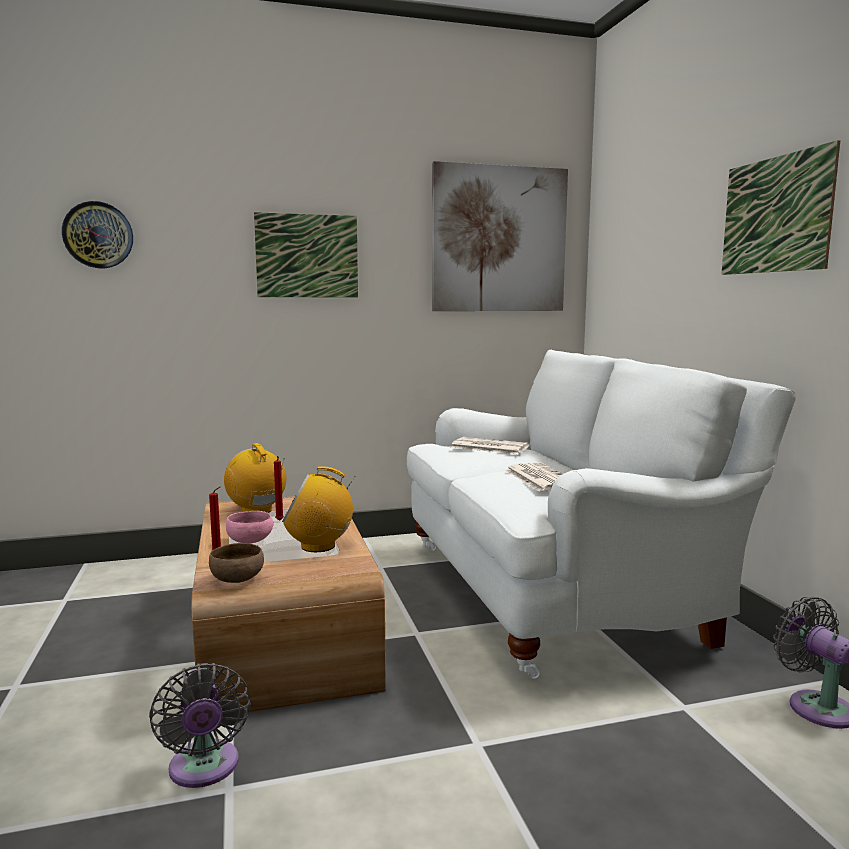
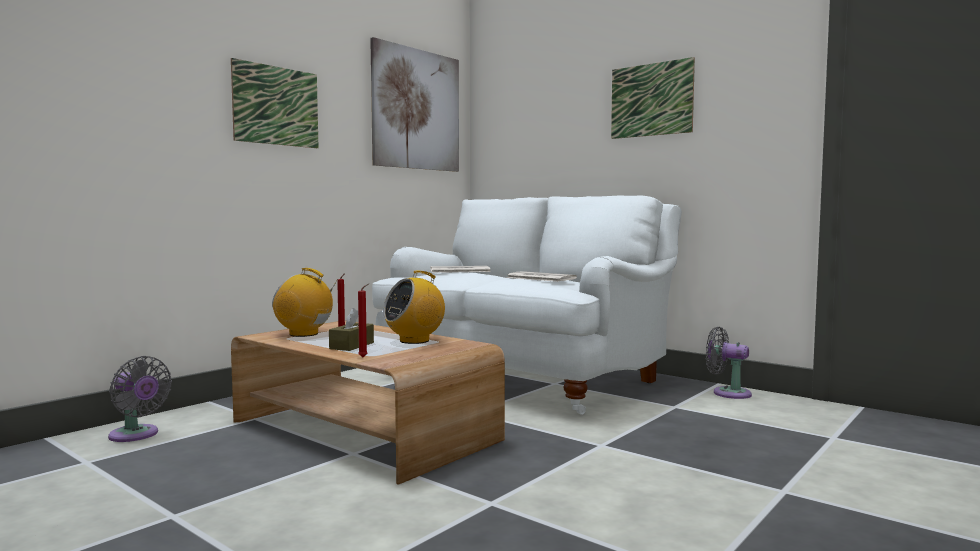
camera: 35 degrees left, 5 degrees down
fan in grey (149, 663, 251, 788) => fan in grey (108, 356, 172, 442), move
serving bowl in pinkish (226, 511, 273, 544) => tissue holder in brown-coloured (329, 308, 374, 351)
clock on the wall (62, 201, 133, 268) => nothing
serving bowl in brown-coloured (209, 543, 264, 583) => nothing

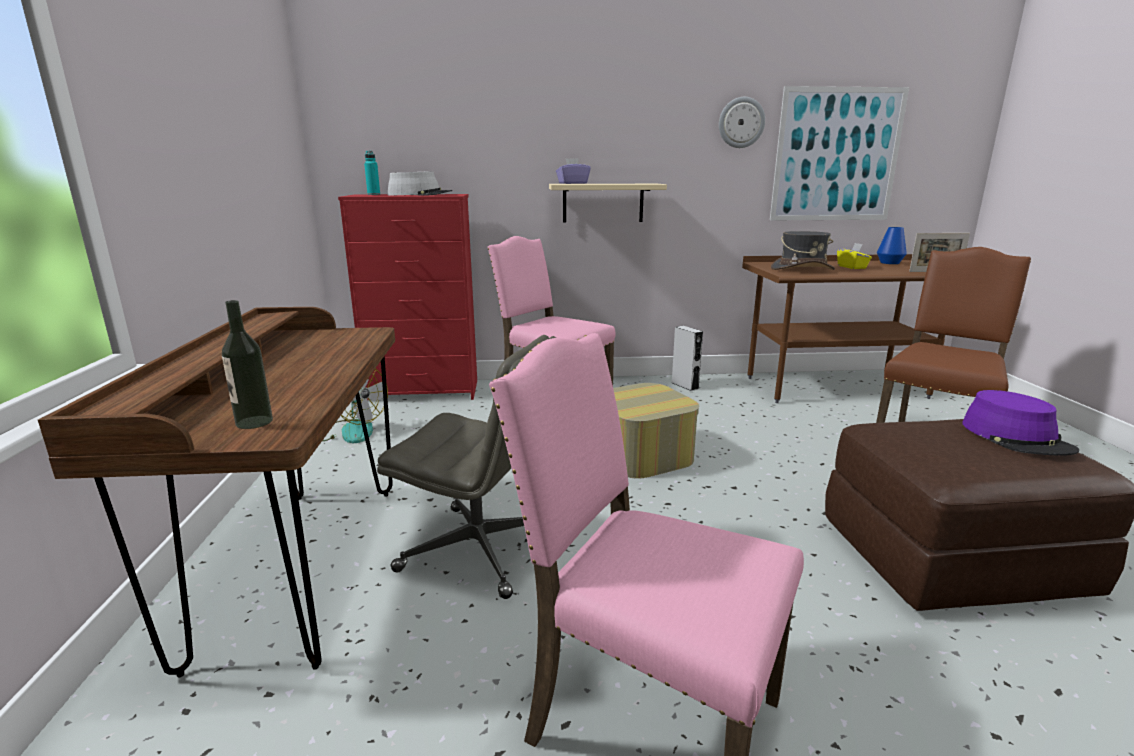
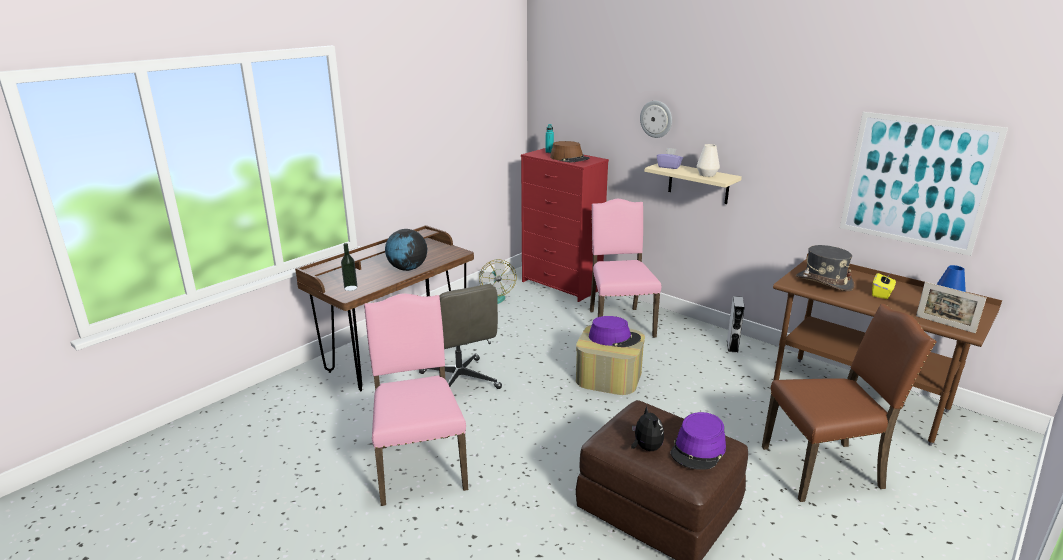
camera: 45 degrees right, 5 degrees up
nothing => desk globe (385, 229, 427, 271)
hat in grey (388, 171, 452, 196) => hat in brown-coloured (550, 141, 590, 162)
nothing => hat in purplish (589, 316, 641, 347)
nothing => plush toy (631, 406, 664, 451)
clock on the wall (719, 97, 765, 148) => clock on the wall (640, 101, 672, 138), move
nothing => decorative vase in white (696, 144, 720, 177)

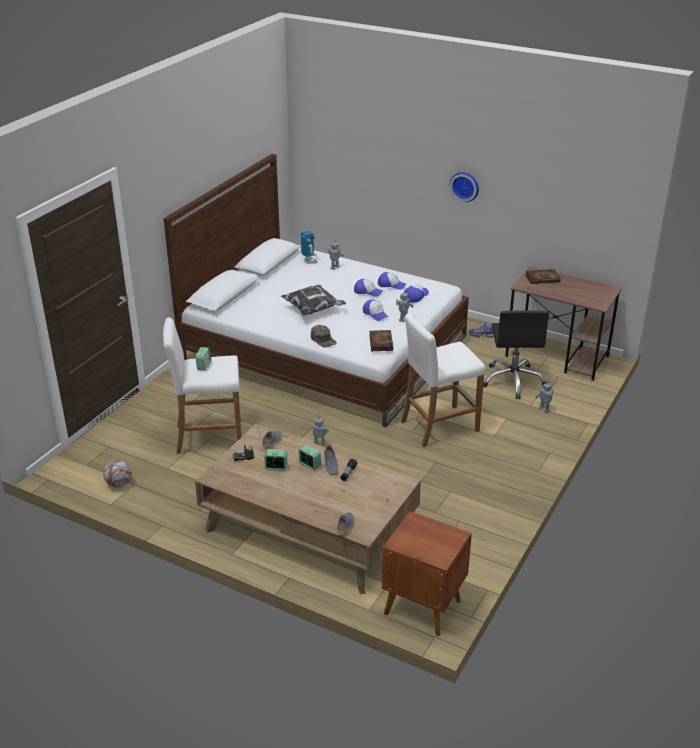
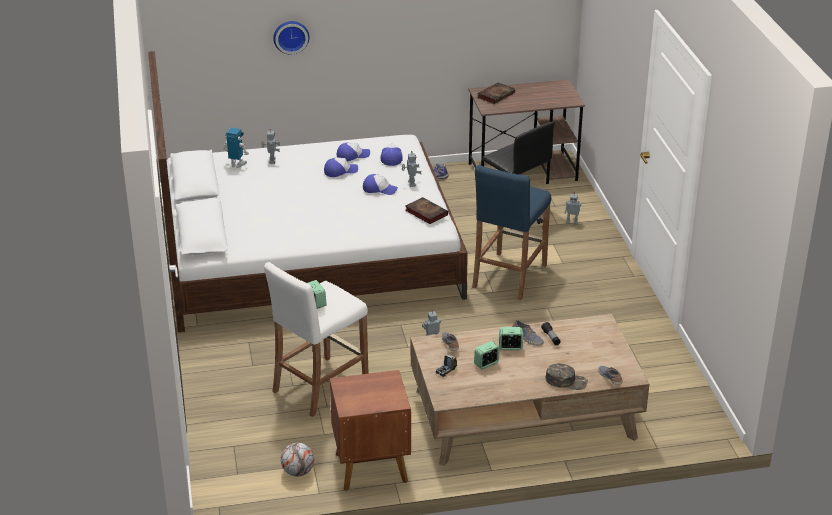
camera: 40 degrees left, 0 degrees up
clock on the wall (450, 172, 479, 202) => clock on the wall (273, 21, 309, 54), move
bedside table in brown-coloured (382, 511, 472, 636) => bedside table in brown-coloured (330, 370, 411, 491), move
stool in white (401, 313, 485, 447) => stool in bluish (472, 165, 551, 300)
cap in green-coloured (311, 325, 337, 347) => cap in green-coloured (546, 363, 588, 390), move
throw pillow (281, 285, 346, 316) => nothing

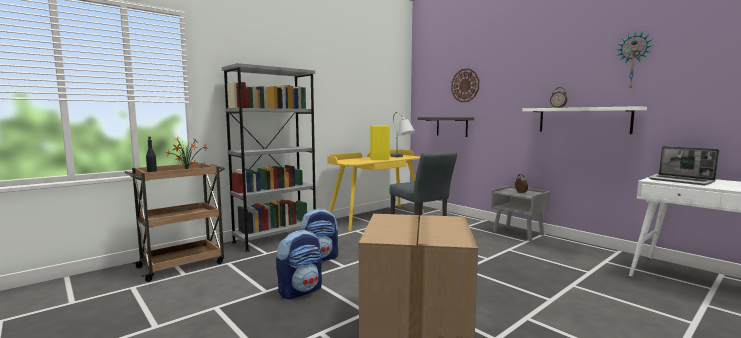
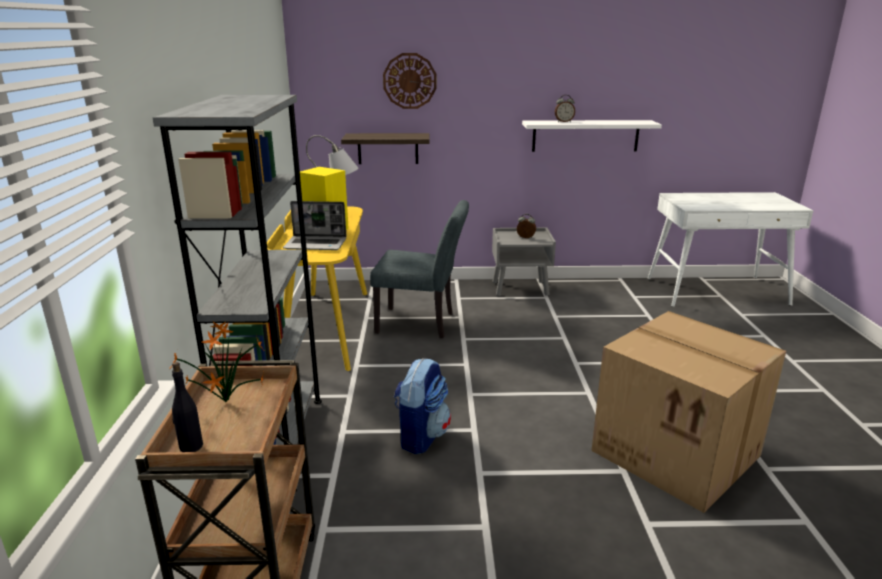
camera: 50 degrees left, 15 degrees up
portable computer (648, 146, 719, 185) => portable computer (283, 201, 347, 250), move
rucksack (276, 230, 322, 299) => nothing
clock on the wall (617, 32, 653, 89) => nothing

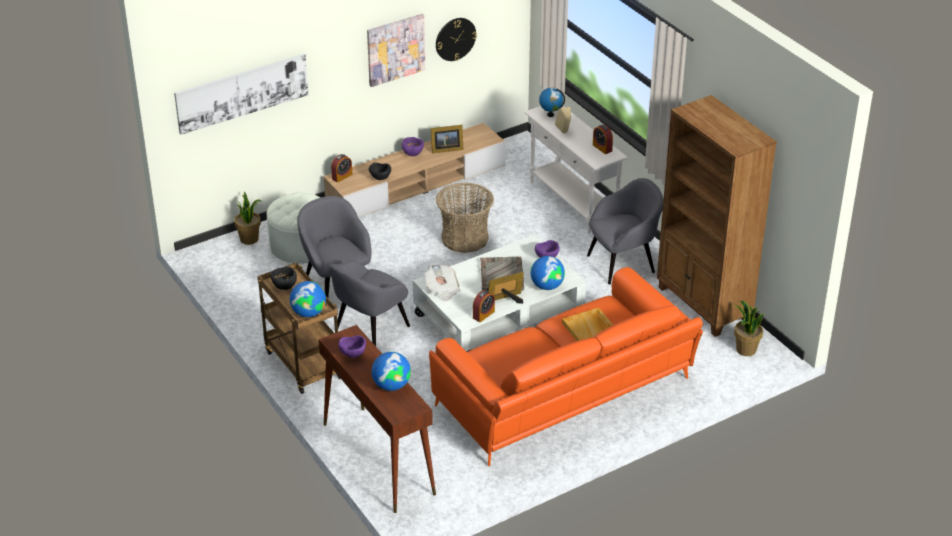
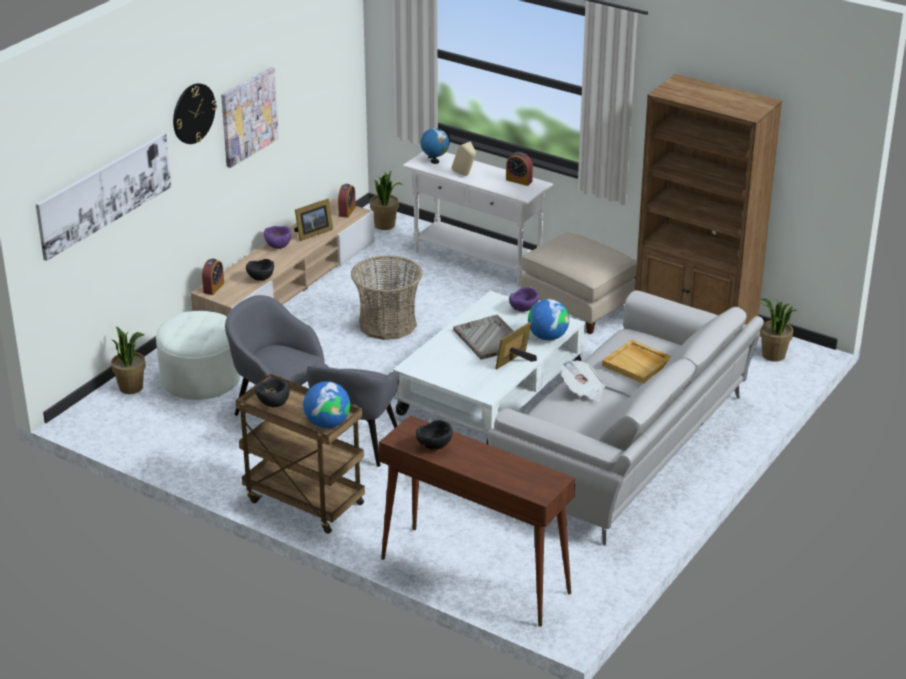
camera: 25 degrees left, 5 degrees down
clock on the wall (436, 18, 477, 61) => clock on the wall (173, 83, 217, 144), move
bedside clock (473, 290, 495, 322) => bedside clock (338, 184, 356, 218), move
nothing => potted plant (370, 170, 403, 230)
serving bowl in purplish (338, 335, 366, 358) => serving bowl in blackish (416, 420, 453, 450)
settee in orange (429, 267, 703, 466) => settee in grey (487, 290, 764, 545)
lounge chair in grey (587, 178, 663, 284) => pouffe in beige (520, 232, 637, 334)
newspaper (425, 263, 460, 301) => newspaper (561, 360, 605, 402), move
desk globe (372, 352, 411, 391) => nothing

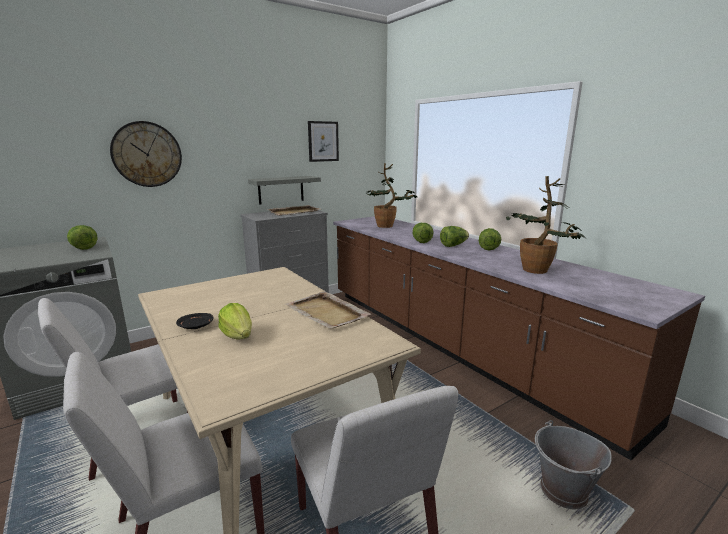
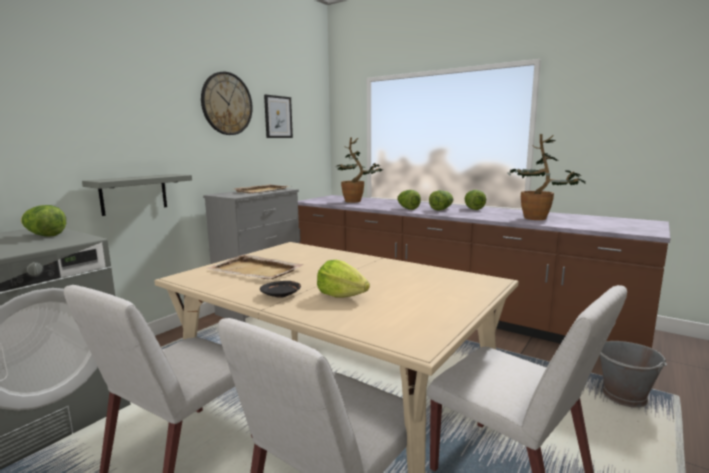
camera: 20 degrees left, 5 degrees down
bracket shelf in grey (248, 176, 321, 205) => bracket shelf in grey (82, 174, 192, 216), move
clock on the wall (110, 121, 182, 187) => clock on the wall (201, 72, 253, 135), move
serving tray in beige (285, 291, 371, 329) => serving tray in beige (206, 254, 304, 279), move

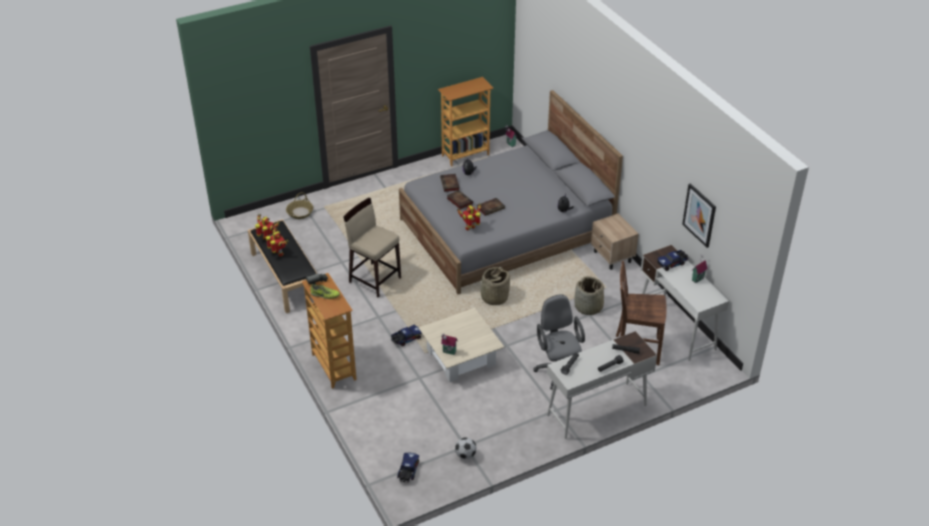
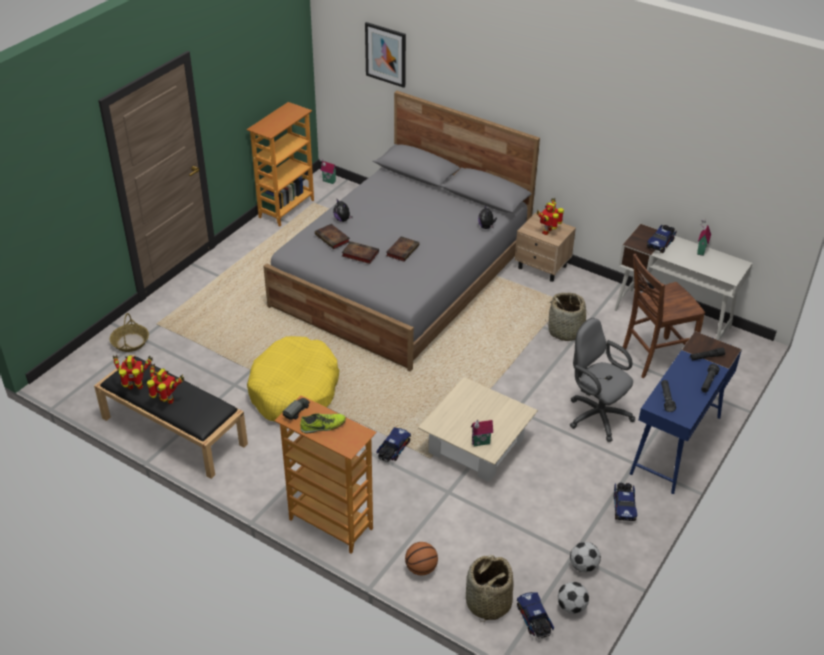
camera: 30 degrees left, 0 degrees up
stool in beige (344, 198, 401, 298) => dog cushion in yellow-coloured (247, 336, 339, 421)
wall picture (682, 183, 716, 248) => wall picture (365, 22, 406, 88), move
nothing => basketball (405, 542, 438, 575)
household basket (479, 267, 510, 305) => household basket (466, 555, 513, 622), move
toy robot (457, 203, 482, 230) => toy robot (536, 198, 564, 235), move
nothing => football (558, 582, 589, 614)
nothing => toy truck (614, 483, 637, 521)
desk in white (547, 331, 657, 439) => desk in bluish (630, 331, 742, 494)

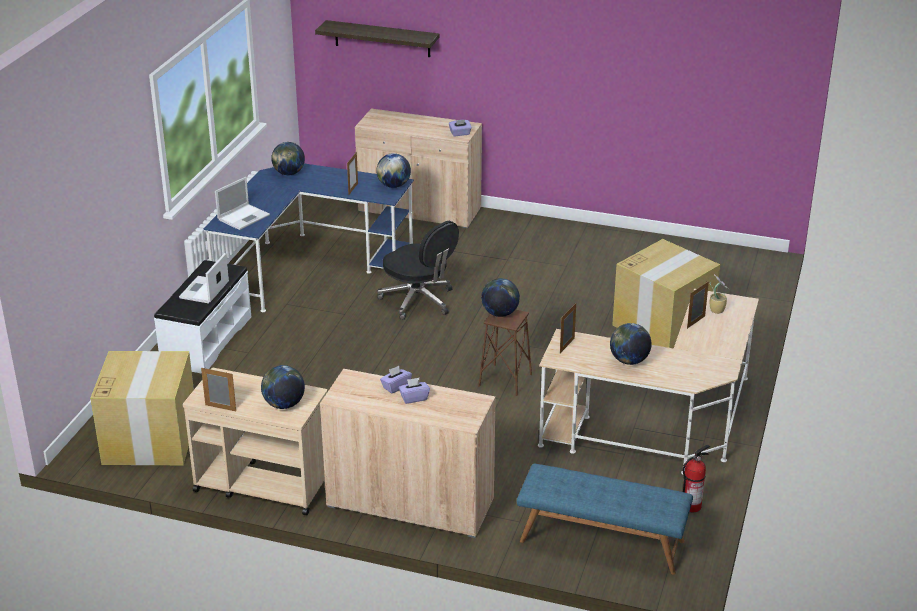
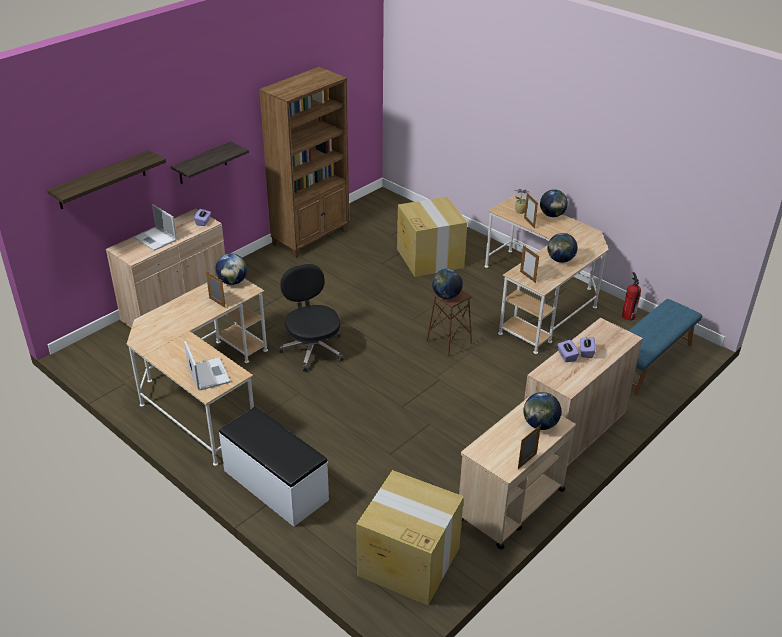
camera: 65 degrees left, 5 degrees up
desk in bluish (204, 163, 414, 312) => desk in beige (127, 277, 268, 466)
portable computer (179, 253, 229, 303) => portable computer (134, 204, 177, 251), move
nothing => bracket shelf (171, 142, 249, 184)
nothing => bookcase in brown-coloured (259, 67, 349, 258)
office chair in blackish (377, 221, 459, 320) => office chair in blackish (279, 264, 343, 371), 90 degrees counterclockwise
desk globe (271, 142, 305, 175) => desk globe (540, 190, 568, 217), move

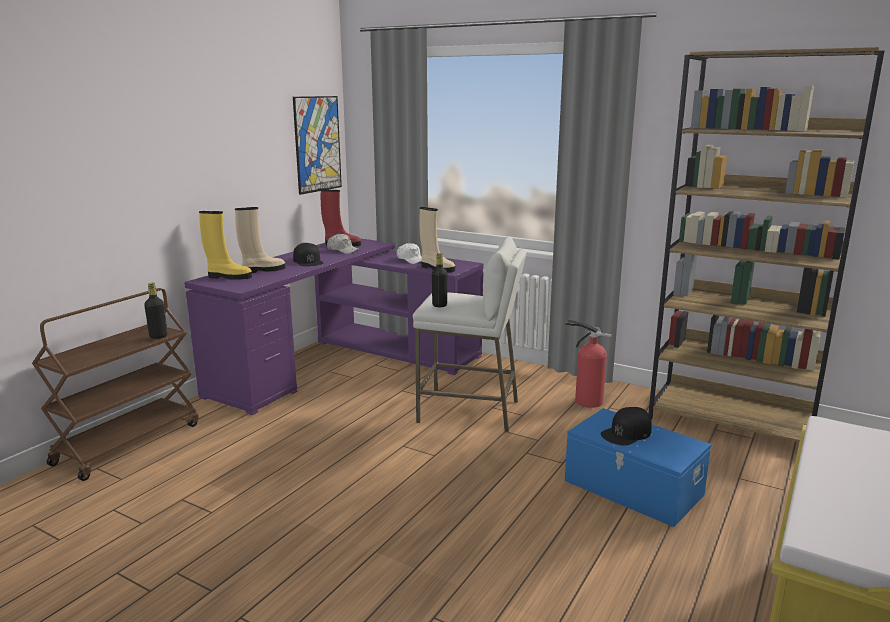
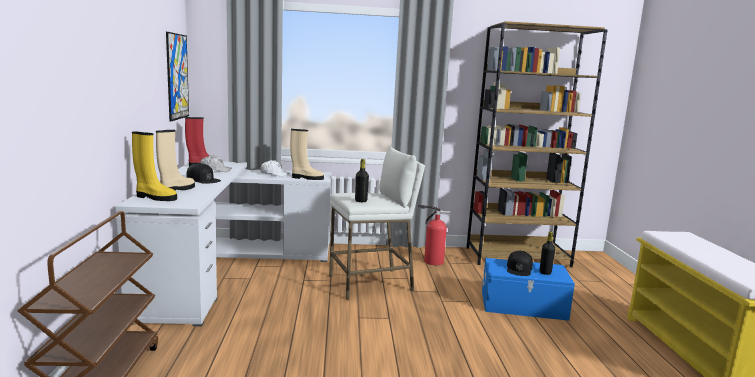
camera: 35 degrees left, 5 degrees down
desk in purplish (184, 238, 483, 415) => desk in white (116, 161, 331, 326)
boot in yellow-coloured (199, 211, 252, 280) => boot in yellow-coloured (132, 131, 177, 201), 45 degrees clockwise
drink bottle in blackish (144, 283, 167, 339) => drink bottle in blackish (540, 232, 555, 275), move

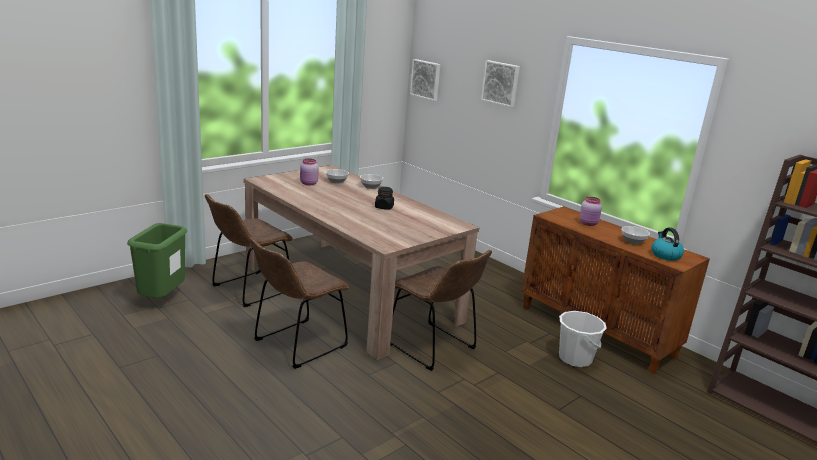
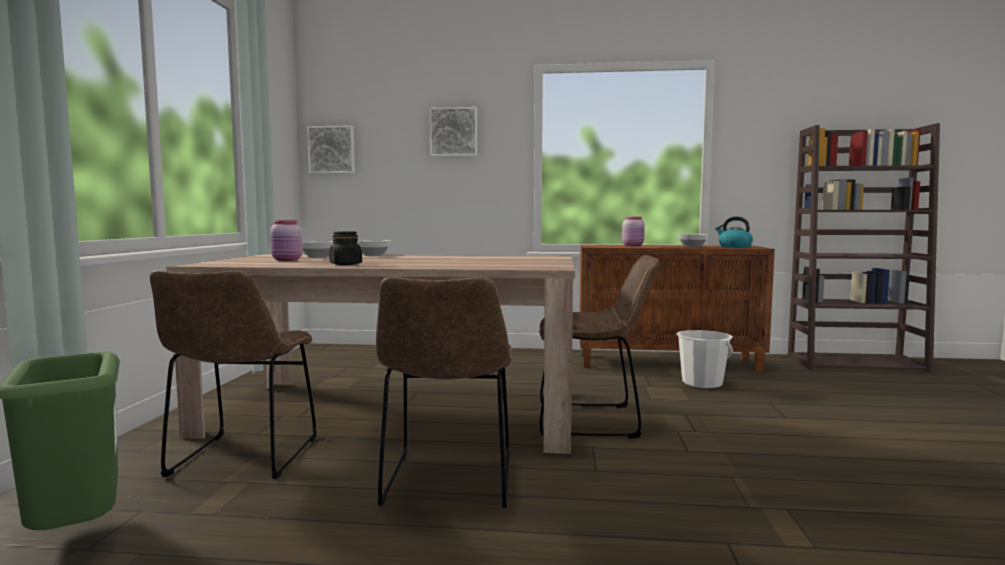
camera: 40 degrees left, 15 degrees down
storage jar in blackish (375, 187, 394, 210) => storage jar in blackish (330, 231, 362, 265), move

